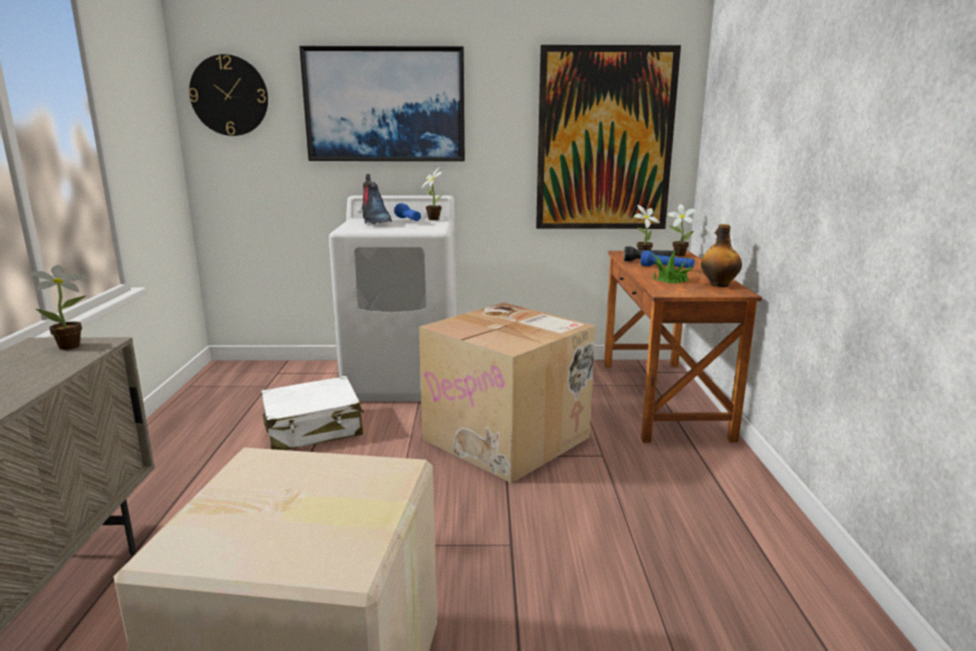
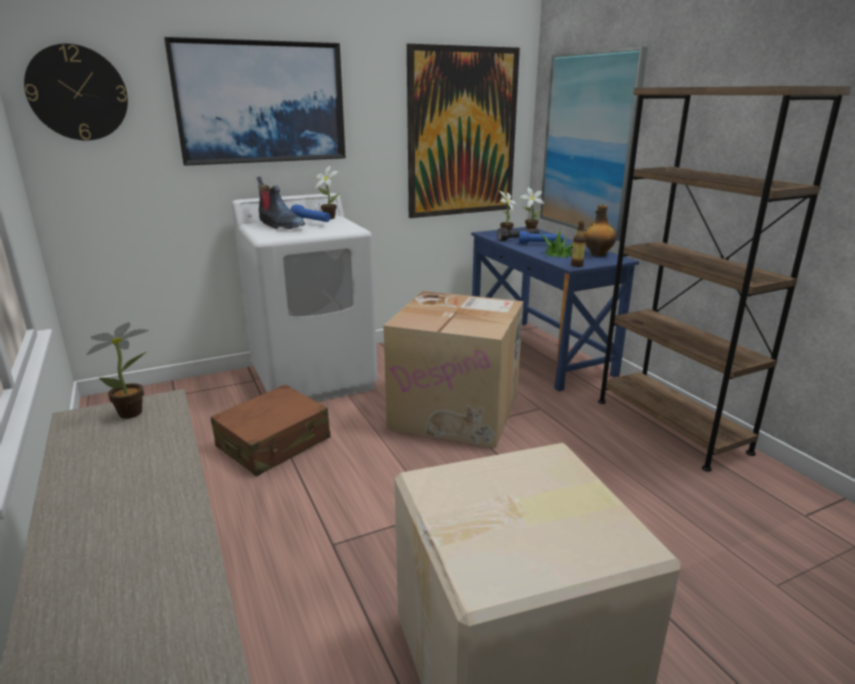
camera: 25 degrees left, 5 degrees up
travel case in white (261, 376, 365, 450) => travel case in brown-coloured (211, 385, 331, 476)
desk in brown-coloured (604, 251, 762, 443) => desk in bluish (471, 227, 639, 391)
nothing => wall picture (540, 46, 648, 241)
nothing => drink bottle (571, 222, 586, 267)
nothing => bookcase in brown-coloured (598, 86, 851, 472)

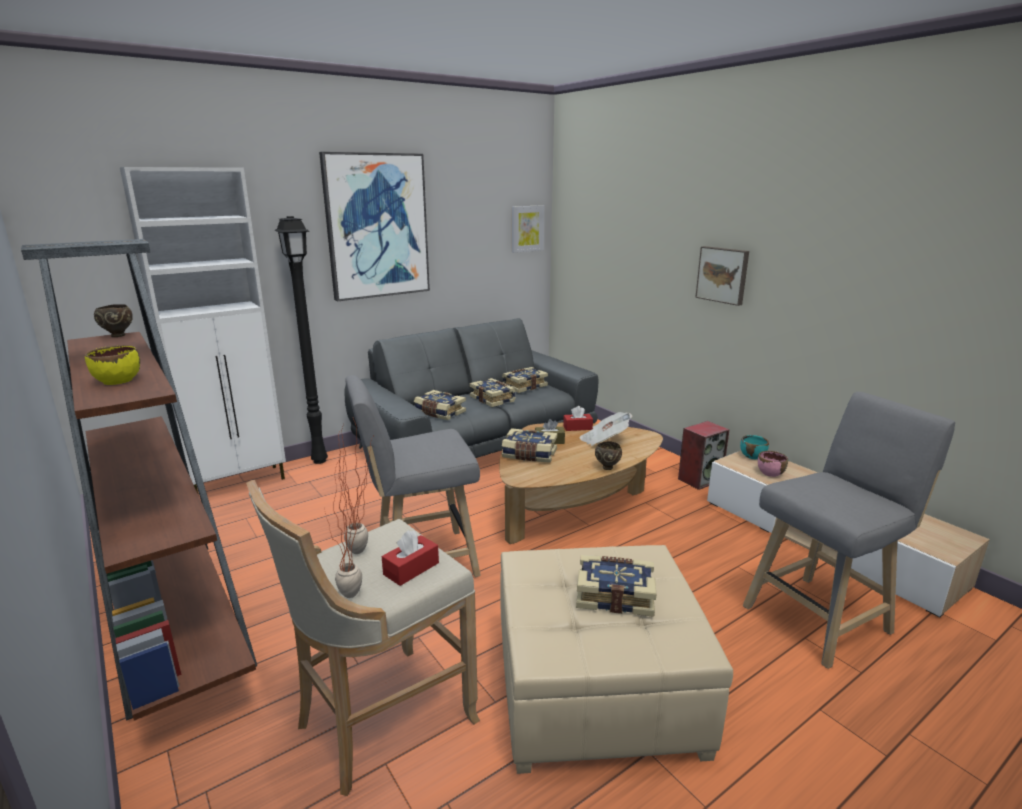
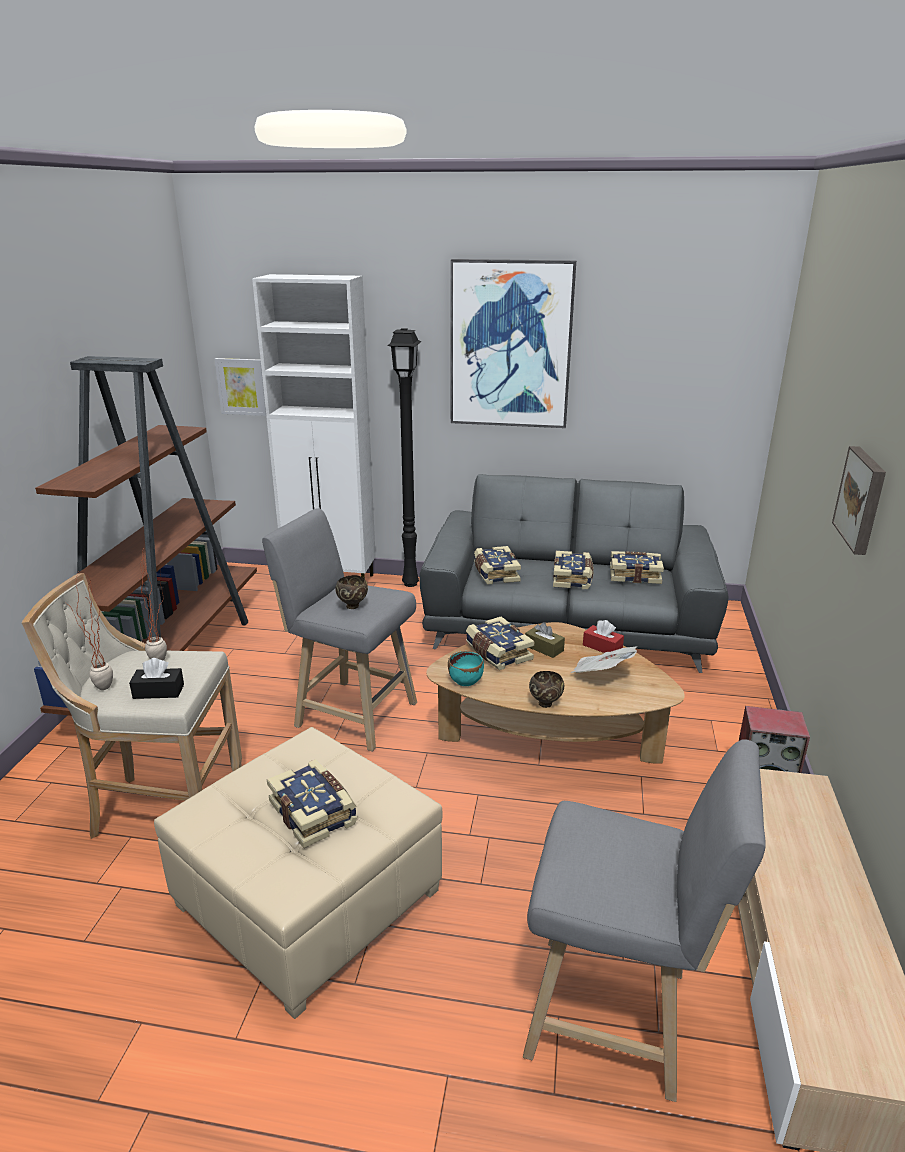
camera: 45 degrees right, 5 degrees up
tissue holder in red-coloured (382, 530, 439, 586) => tissue holder in blackish (129, 658, 184, 699)
wall picture (512, 205, 544, 253) => wall picture (215, 358, 266, 416), move
serving bowl in brown-coloured (94, 304, 133, 337) => serving bowl in brown-coloured (335, 575, 368, 609), move
serving bowl in turquoise-coloured (740, 435, 769, 459) => serving bowl in turquoise-coloured (448, 651, 484, 686), move
serving bowl in yellow-coloured (85, 345, 140, 385) => nothing
serving bowl in pinkish (758, 451, 788, 477) => nothing

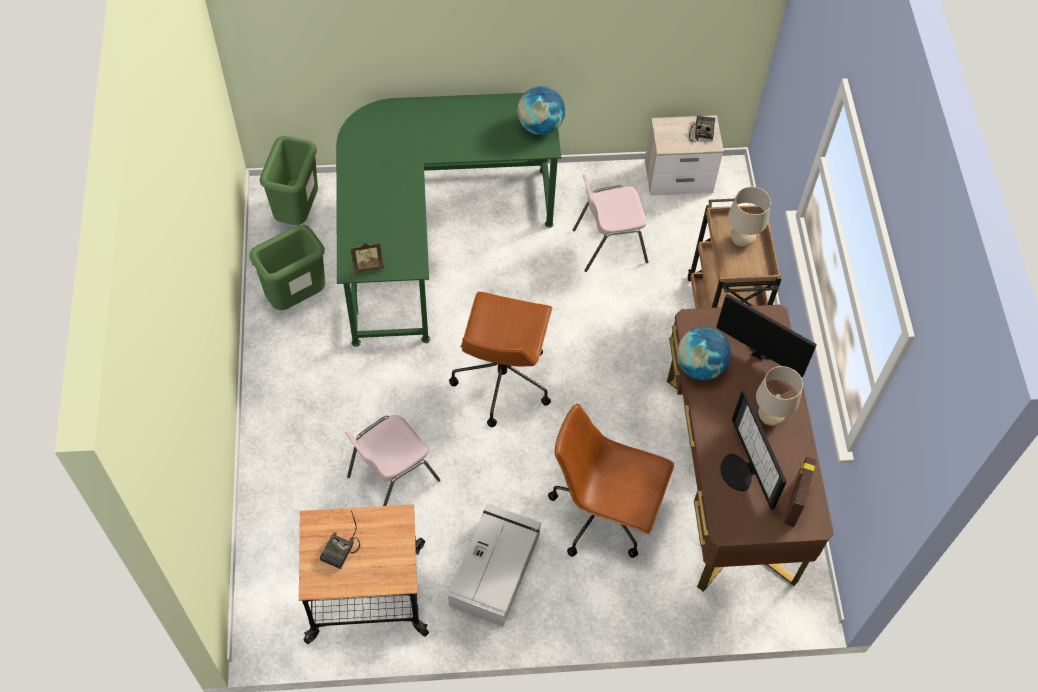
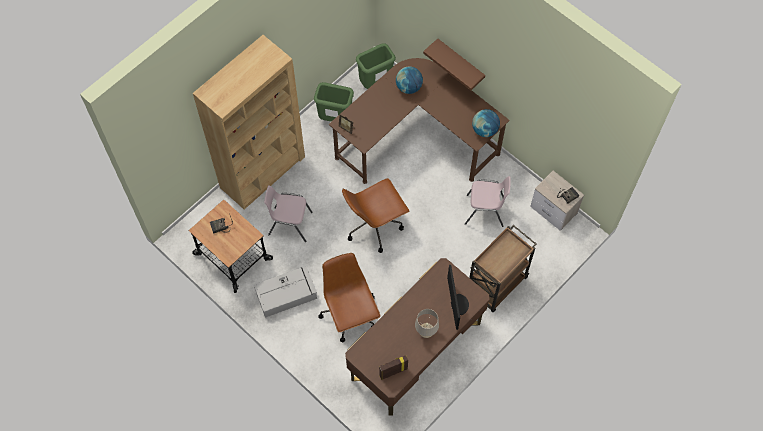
camera: 50 degrees right, 5 degrees up
nothing => bookcase in brown-coloured (193, 35, 305, 209)
desk in green-coloured (336, 93, 561, 347) => desk in brown-coloured (329, 58, 510, 184)
desk globe (677, 327, 731, 380) => desk globe (396, 66, 423, 94), move
nothing => bracket shelf in brown-coloured (423, 39, 485, 90)
plain chair in pinkish (573, 175, 648, 272) => plain chair in pinkish (465, 176, 511, 227), 150 degrees clockwise
monitor (720, 390, 787, 510) => nothing
tabletop lamp in beige (728, 187, 771, 247) => nothing

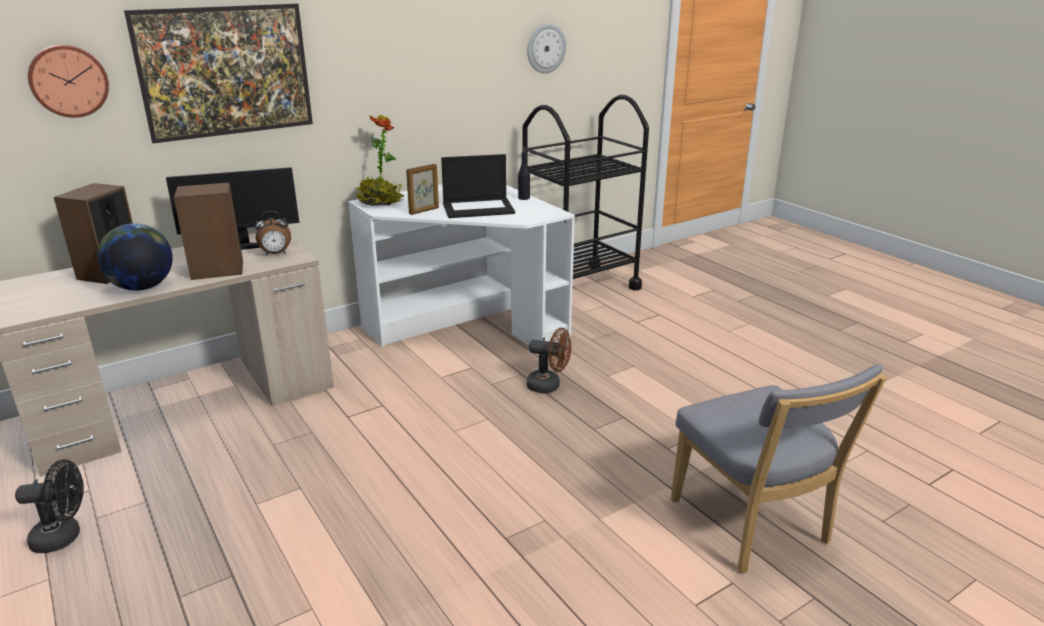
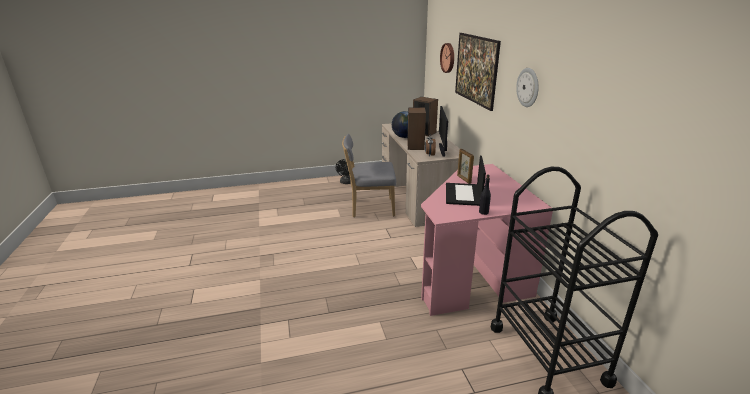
camera: 110 degrees right, 0 degrees up
plain chair in grey (671, 364, 887, 573) => plain chair in grey (342, 134, 396, 217), move
desk in white (348, 185, 575, 347) => desk in pinkish (421, 164, 553, 316)
clock on the wall (527, 23, 566, 73) => clock on the wall (516, 68, 539, 107), move
potted plant (356, 114, 405, 206) => nothing
fan in brown-coloured (527, 328, 571, 393) => nothing

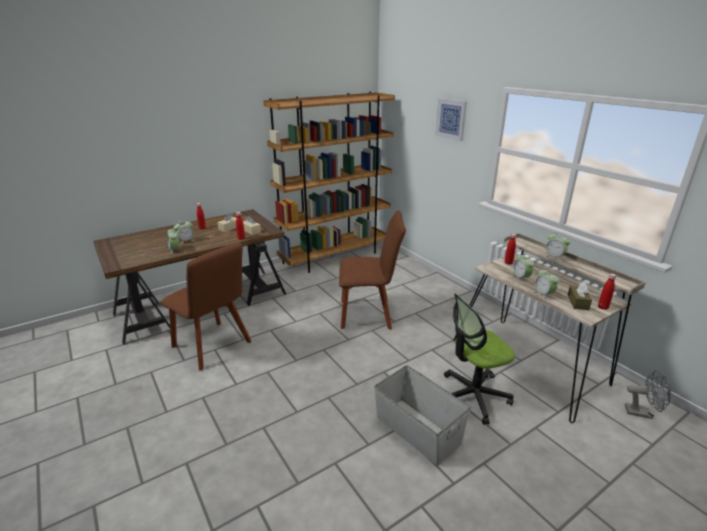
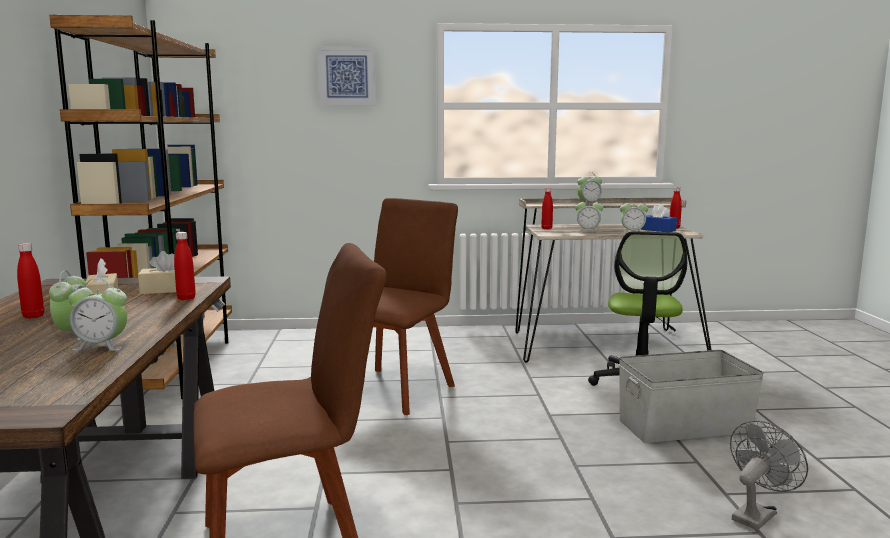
camera: 60 degrees left, 15 degrees down
tissue holder in brown-coloured (568, 282, 592, 310) => tissue holder in bluish (641, 204, 677, 232)
fan in grey (625, 370, 671, 419) => fan in grey (730, 420, 808, 530), move

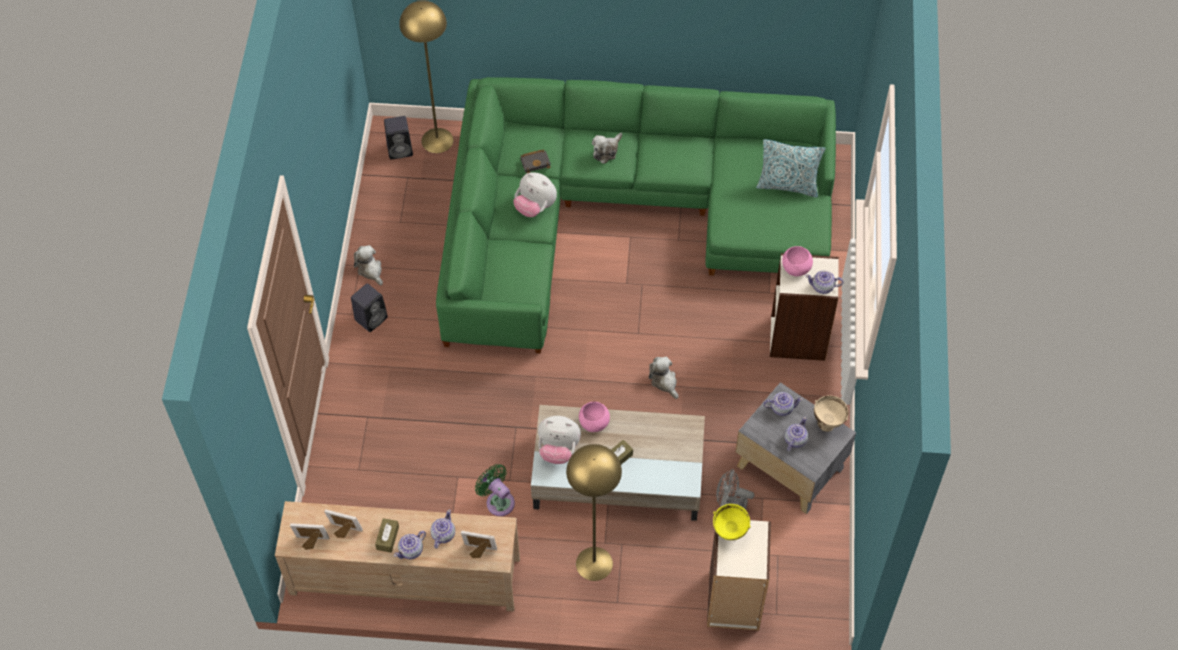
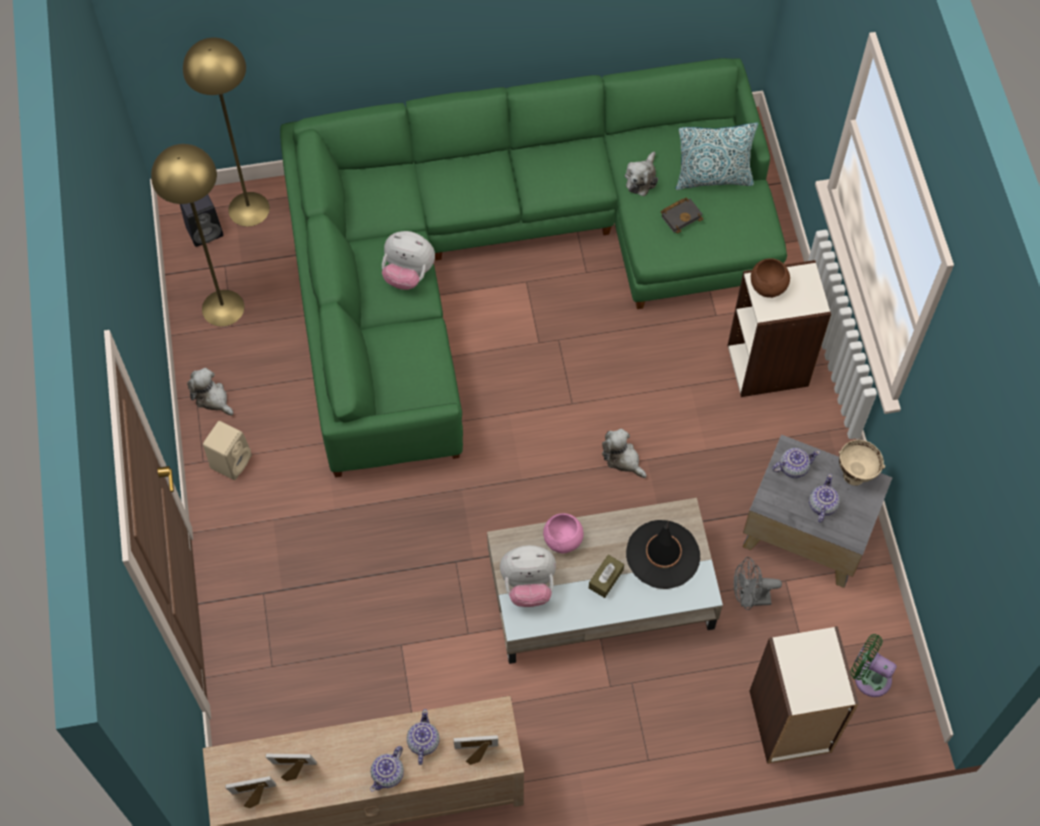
camera: 15 degrees left, 5 degrees up
standard lamp in yellow-coloured (566, 444, 622, 581) => standard lamp in yellow-coloured (151, 144, 244, 327), move
audio speaker in blackish (351, 283, 388, 332) => audio speaker in beige (203, 421, 252, 480)
plush toy (592, 133, 622, 164) => plush toy (625, 152, 658, 196), move
nothing => hat in blackish (626, 520, 700, 589)
volume in blackish (521, 150, 551, 173) => volume in blackish (661, 198, 703, 233), move
serving bowl in pinkish (782, 246, 813, 276) => serving bowl in brown-coloured (751, 258, 790, 298)
fan in green-coloured (475, 464, 515, 516) => fan in green-coloured (850, 634, 897, 697), move
tissue holder in brown-coloured (375, 518, 399, 553) => nothing
serving bowl in yellow-coloured (713, 504, 751, 540) => nothing
tea pot (806, 270, 844, 294) => nothing

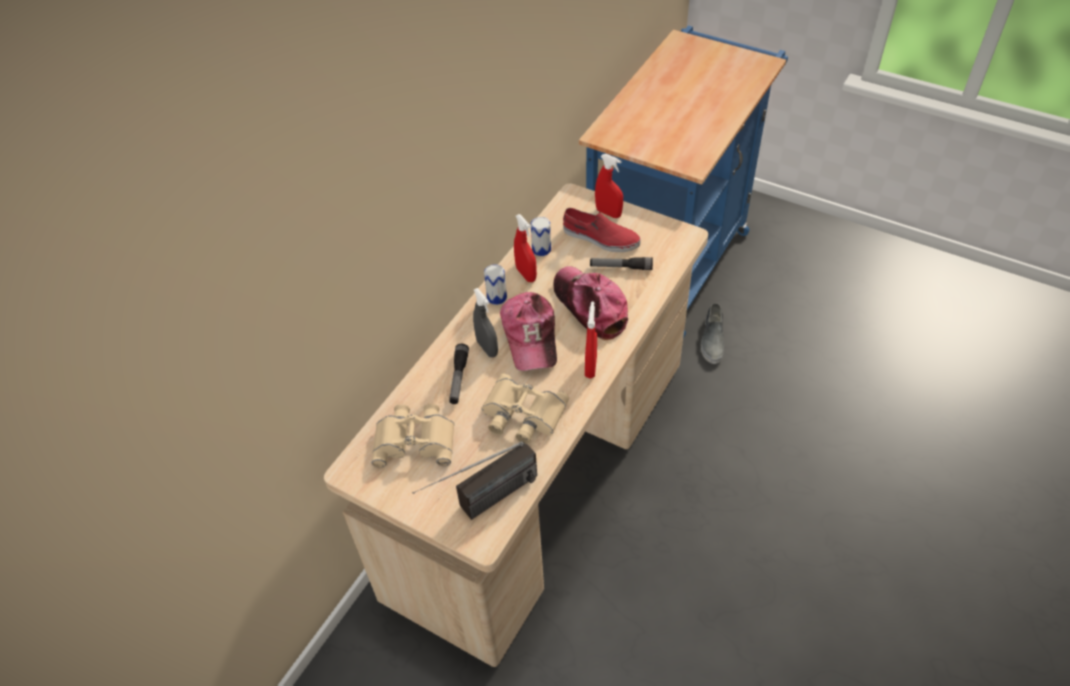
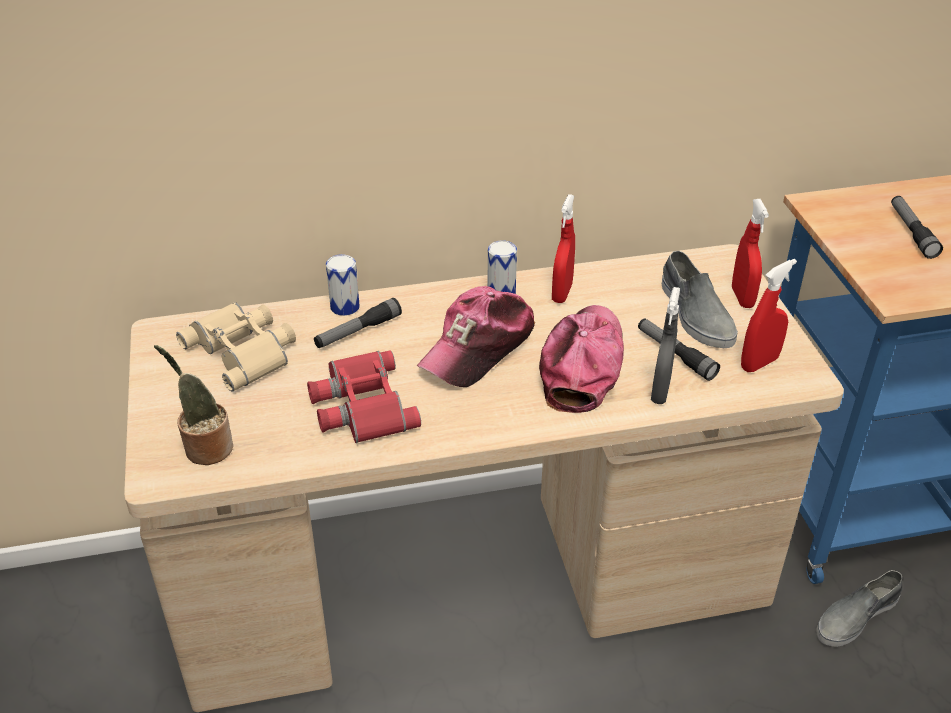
camera: 45 degrees right, 10 degrees down
radio set (412, 441, 537, 520) => potted plant (154, 345, 233, 465)
binoculars in beige (481, 373, 569, 444) => binoculars in red-coloured (307, 350, 421, 443)
metal can (531, 217, 551, 256) => metal can (326, 254, 360, 316), move
spray bottle in grey (473, 288, 498, 357) => spray bottle in grey (651, 287, 680, 404), move
low shoe in red-coloured (563, 208, 641, 252) => low shoe in grey (662, 251, 738, 348)
spray bottle in red-coloured (585, 302, 597, 378) => spray bottle in red-coloured (741, 259, 797, 372), move
nothing => flashlight (891, 196, 943, 259)

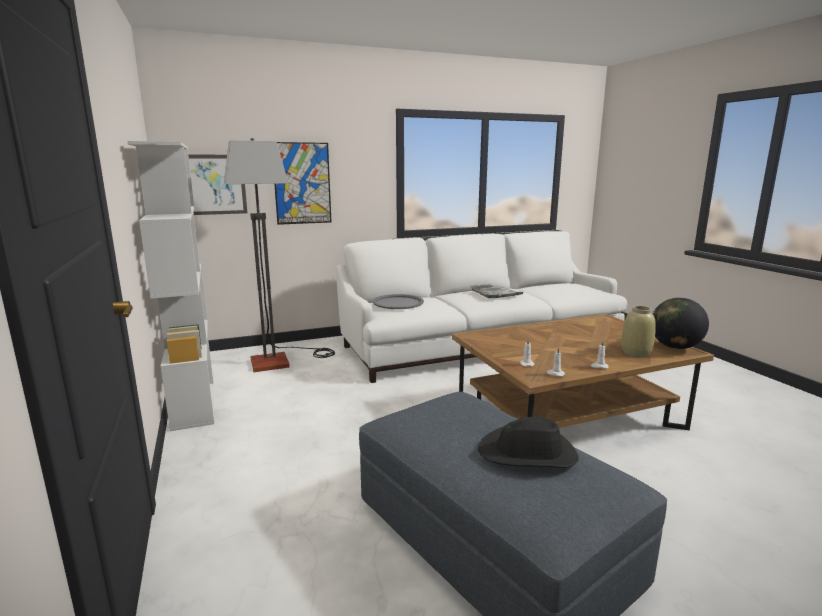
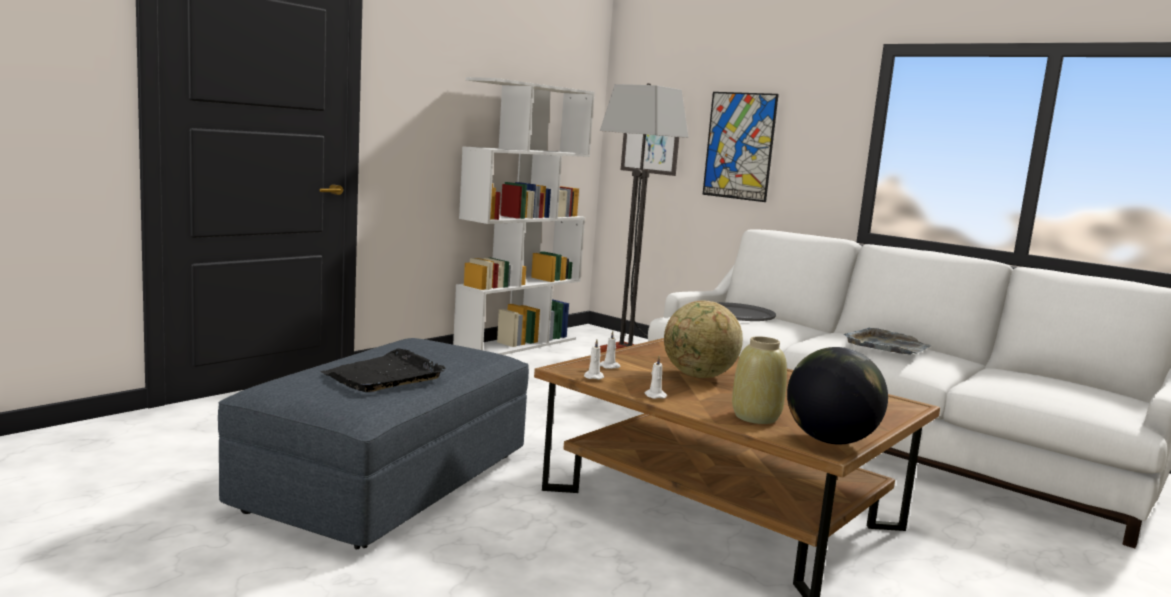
camera: 60 degrees right, 5 degrees down
hat in blackish (478, 417, 578, 468) => serving tray in blackish (320, 349, 446, 392)
nothing => desk globe (664, 301, 743, 378)

